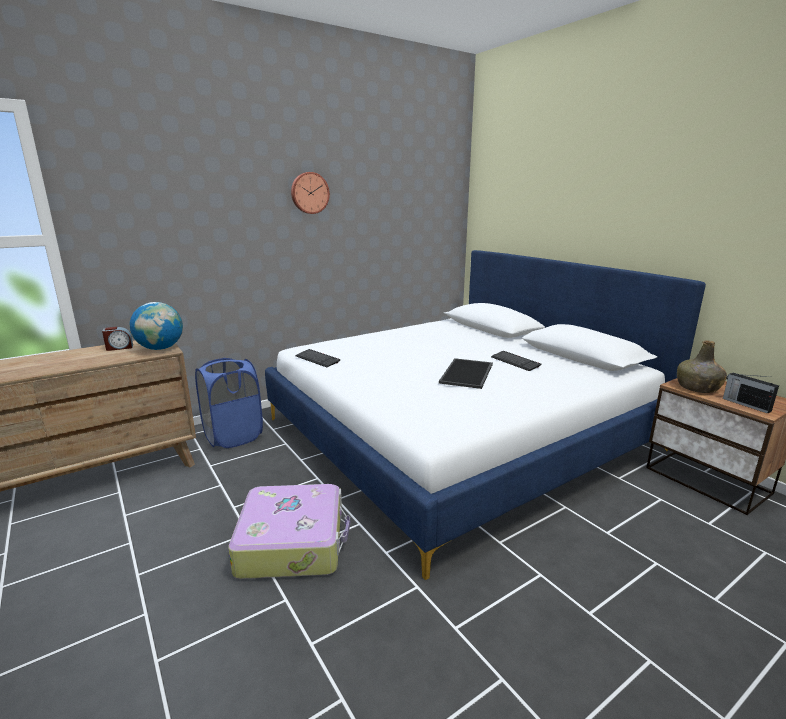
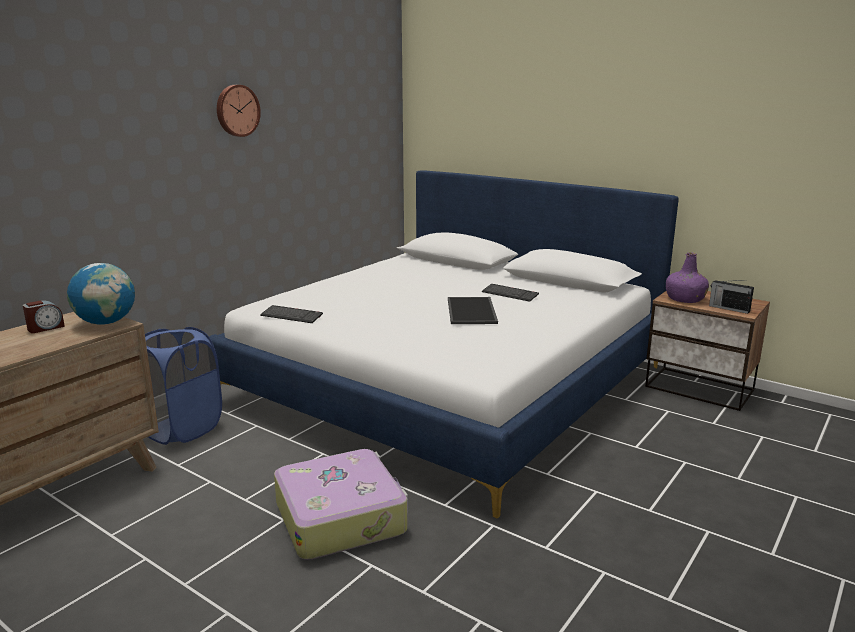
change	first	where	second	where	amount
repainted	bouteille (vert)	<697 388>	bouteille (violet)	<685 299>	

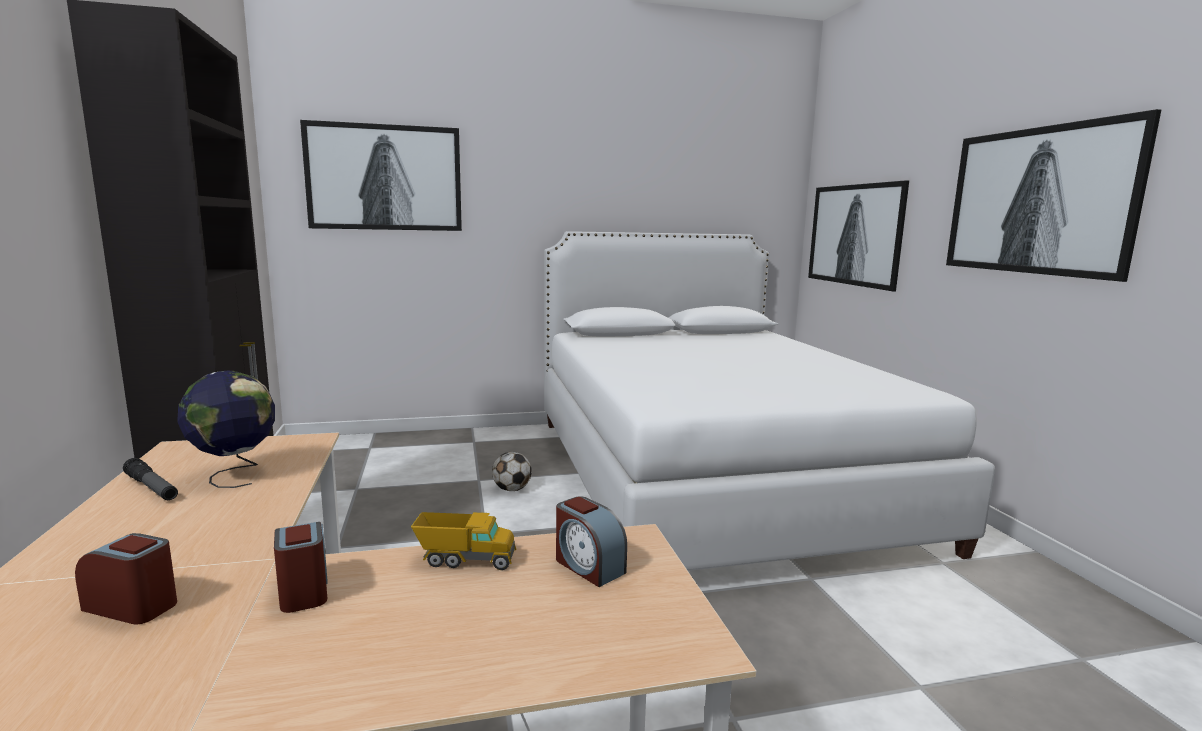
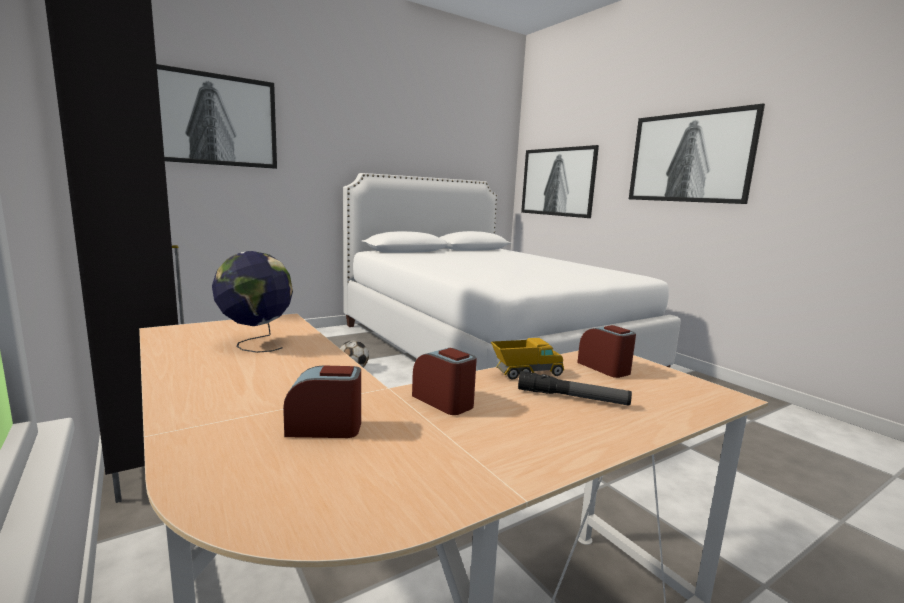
change	first	where	second	where	amount
shifted	lampe de poche	<152 488>		<572 397>	
rotated	réveil	<588 566>		<604 368>	150 degrees counterclockwise

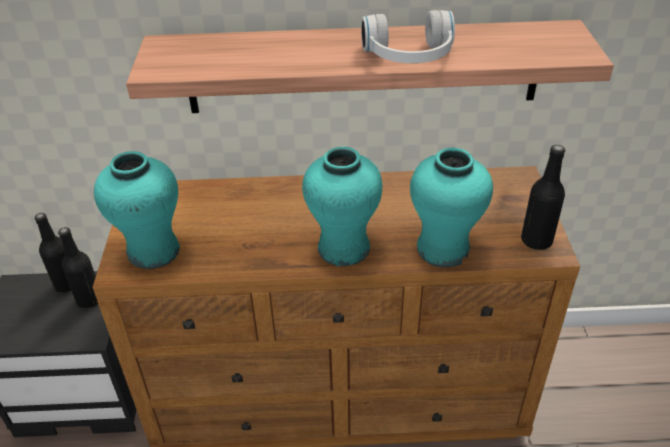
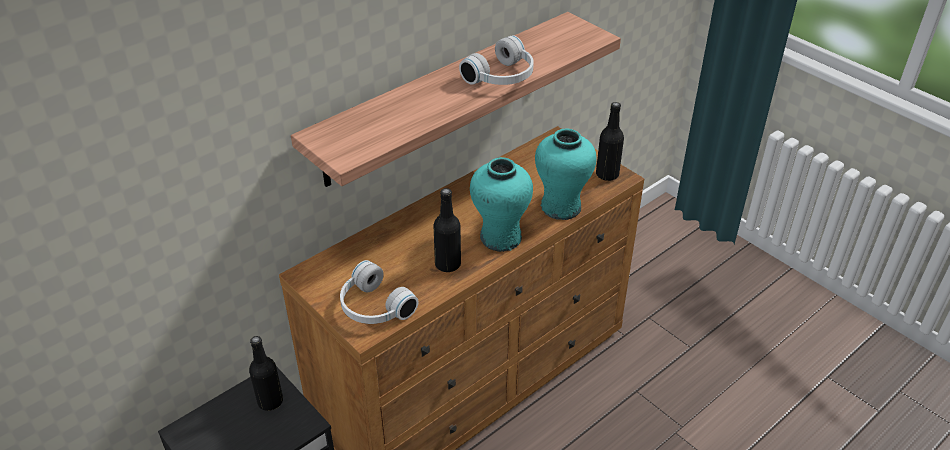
change	first	where	second	where	amount
swapped	vase (turquoise)	<153 251>	casque audio (blanc)	<373 308>	
shifted	bouteille (noir)	<67 285>		<448 264>	

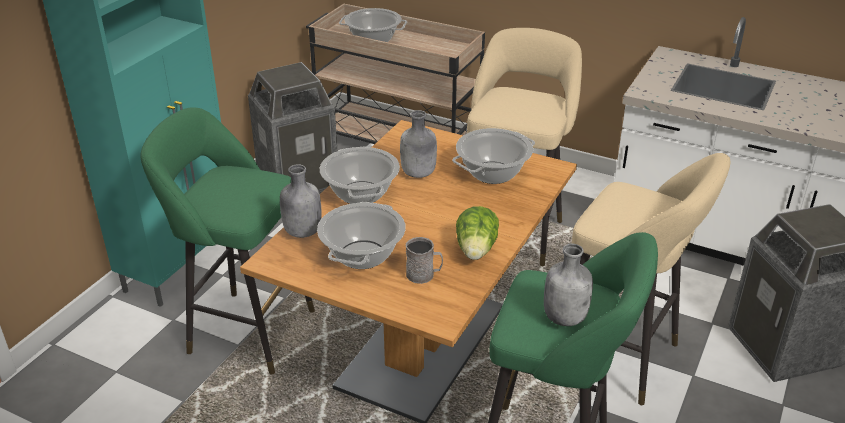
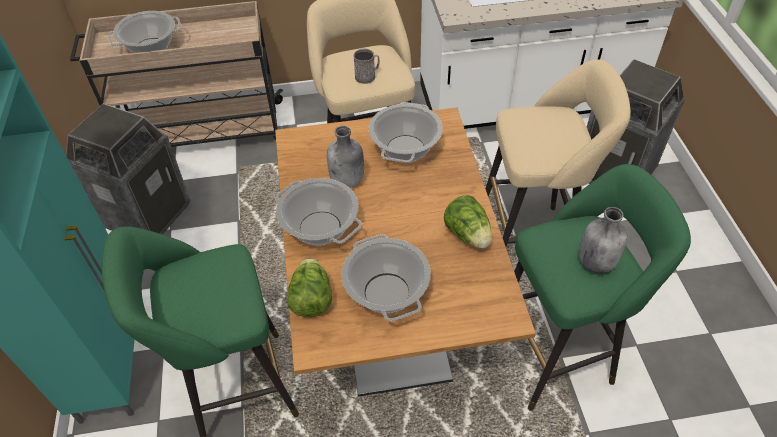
change	first	where	second	where	amount
swapped	bouteille (gris)	<302 232>	laitue	<311 299>	
shifted	mug (gris)	<424 275>		<367 76>	

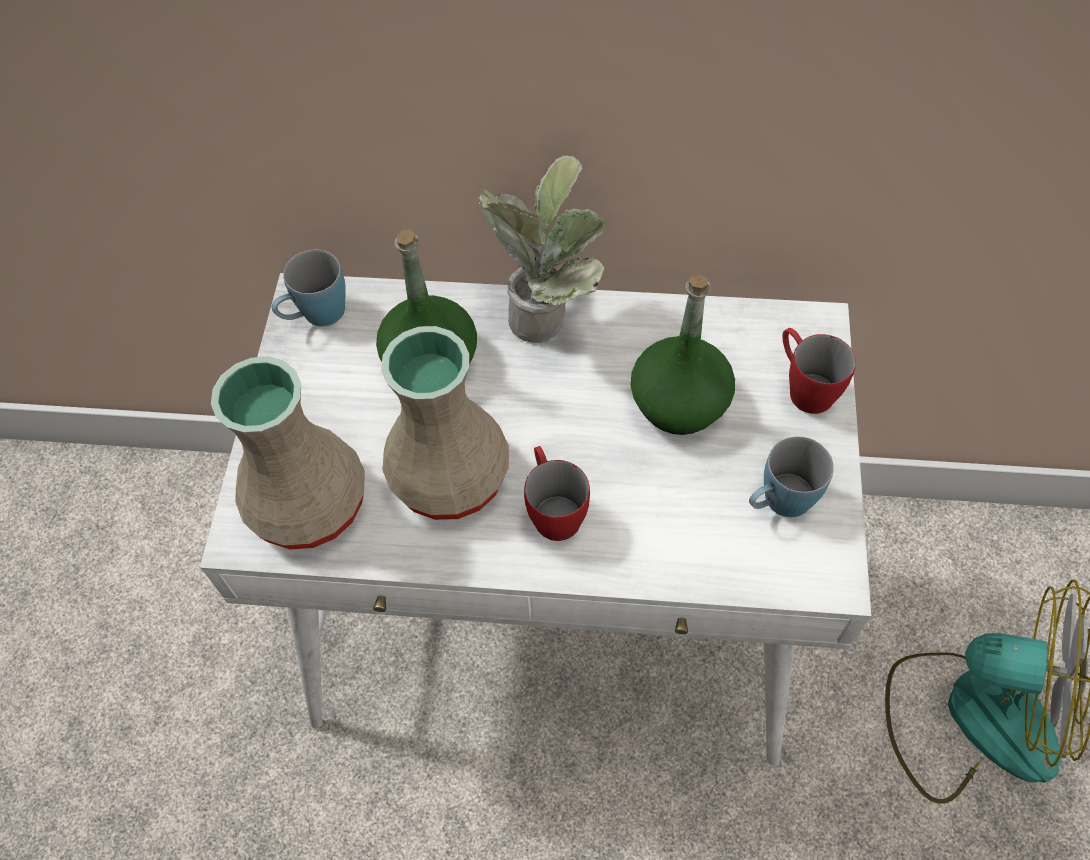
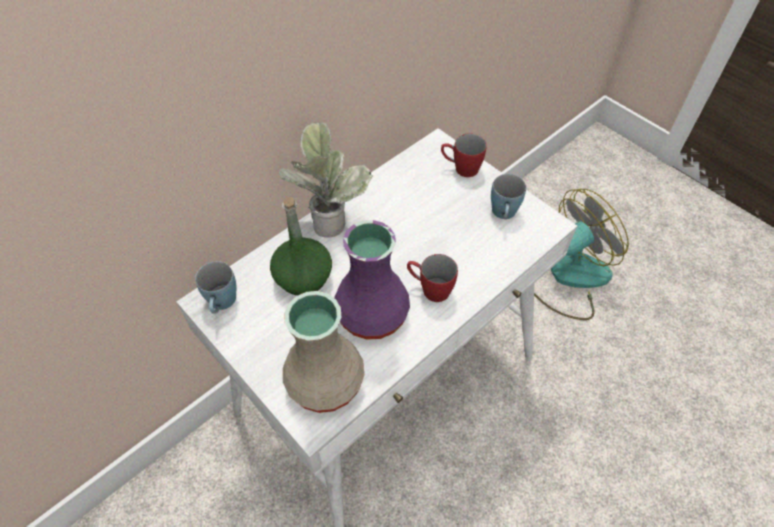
change	first	where	second	where	amount
repainted	vase (beige)	<448 478>	vase (violet)	<373 315>	
gone	bouteille (vert)	<679 402>			

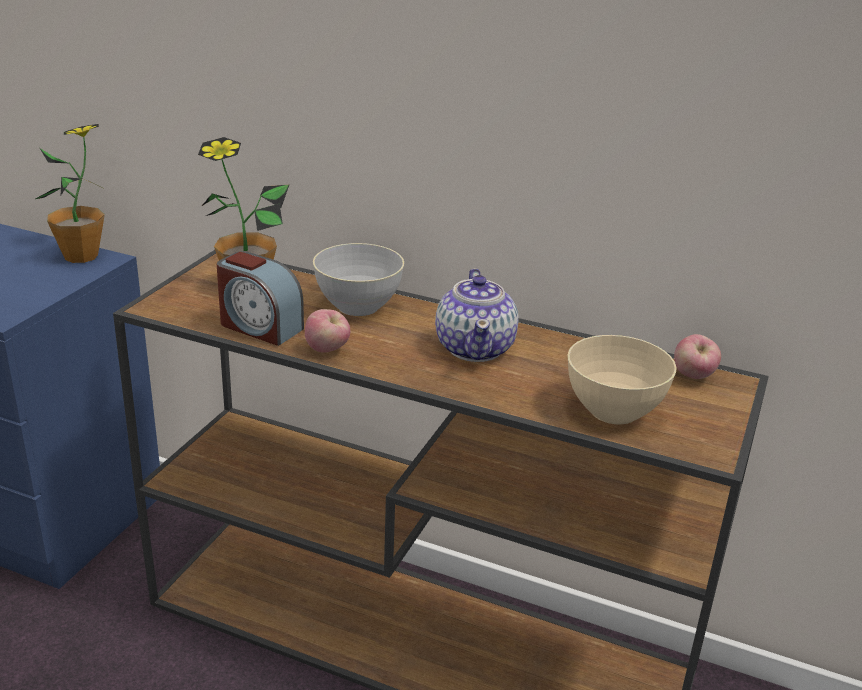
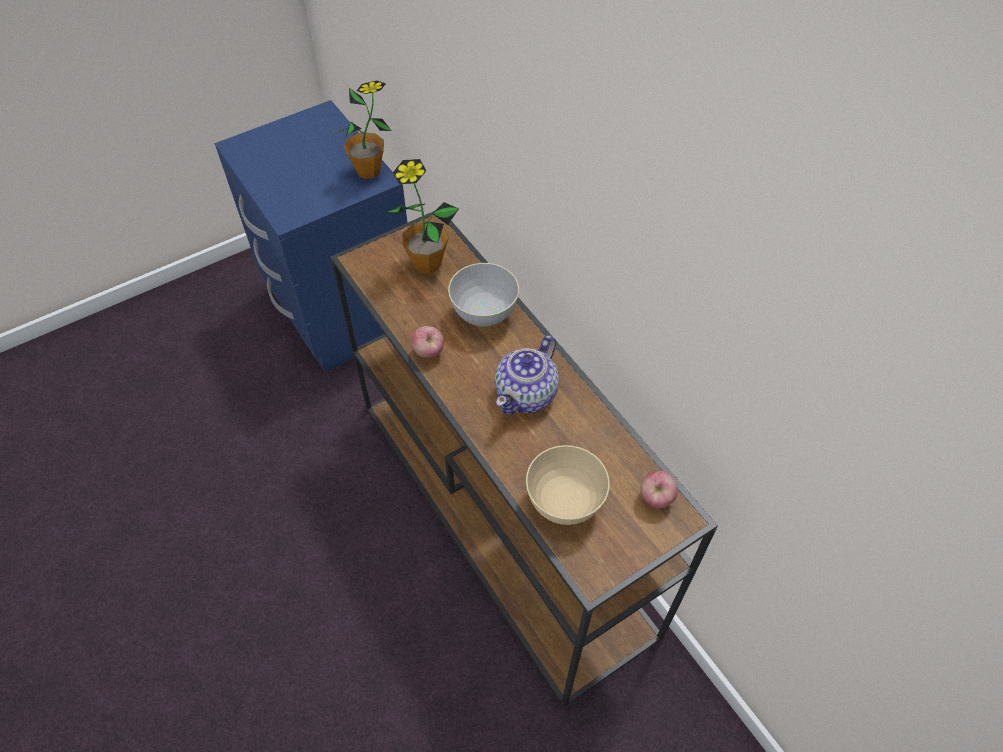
change	first	where	second	where	amount
gone	réveil	<259 327>			

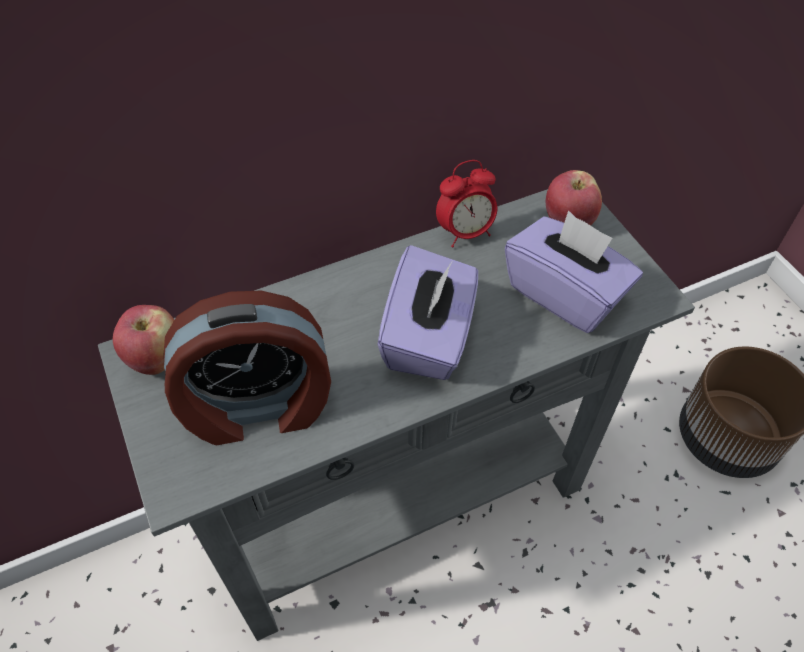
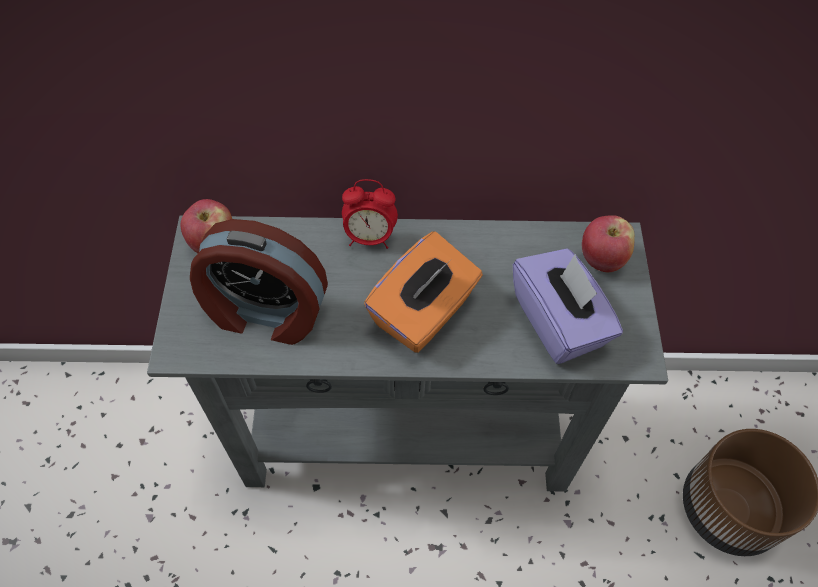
change	first	where	second	where	amount
shifted	réveil	<465 233>		<370 237>	
repainted	boîte à mouchoirs (violet)	<429 338>	boîte à mouchoirs (orange)	<424 312>	

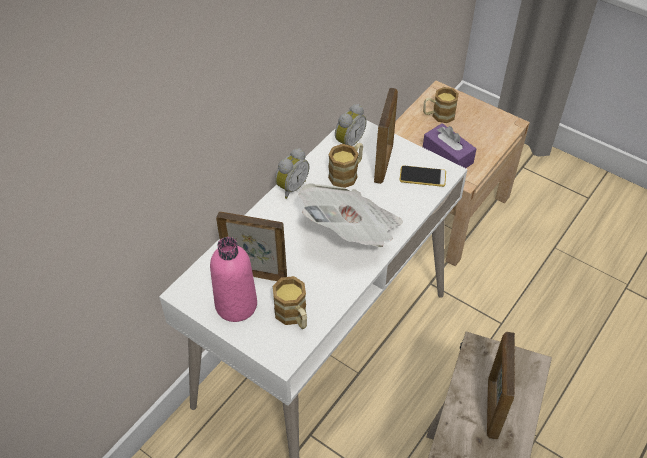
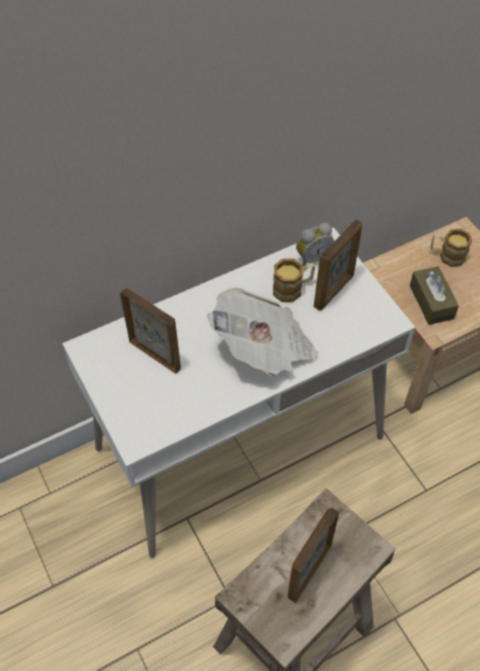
change	first	where	second	where	amount
repainted	boîte à mouchoirs (violet)	<447 156>	boîte à mouchoirs (marron)	<431 302>	
gone	bouteille (rose)	<236 305>			
gone	mug	<294 316>			
gone	réveil	<291 187>			
gone	téléphone	<422 176>			

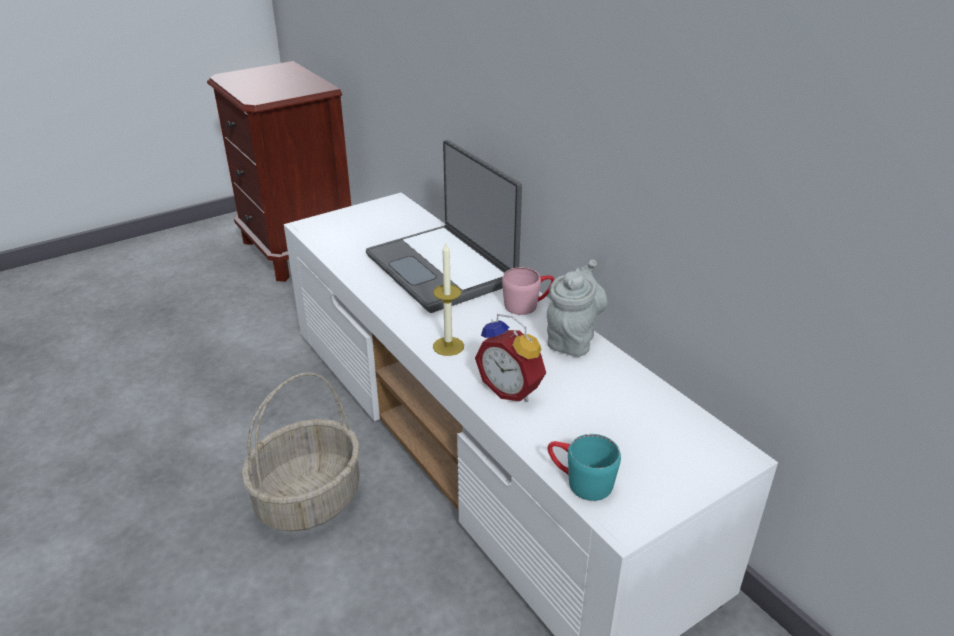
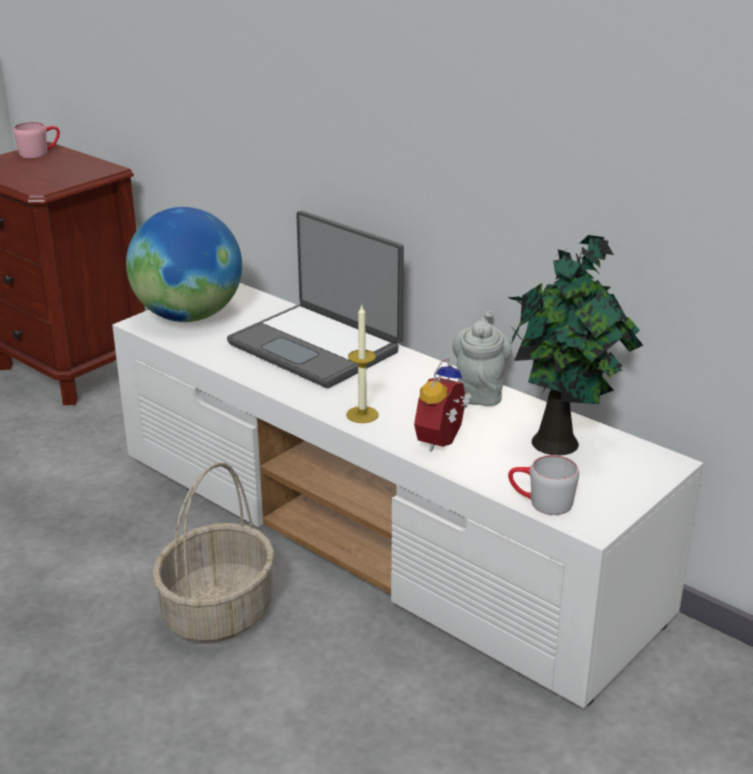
change	first	where	second	where	amount
shifted	mug (rose)	<528 304>		<40 153>	
new			globe	<188 316>	
rotated	réveil	<512 389>		<444 441>	90 degrees clockwise
new			plante en pot	<559 443>	
repainted	mug (turquoise)	<579 481>	mug (gris)	<541 502>	

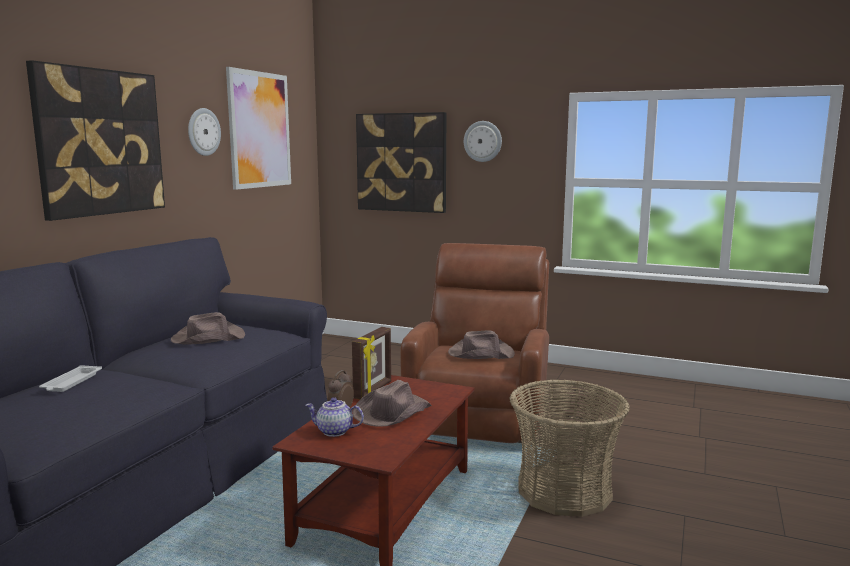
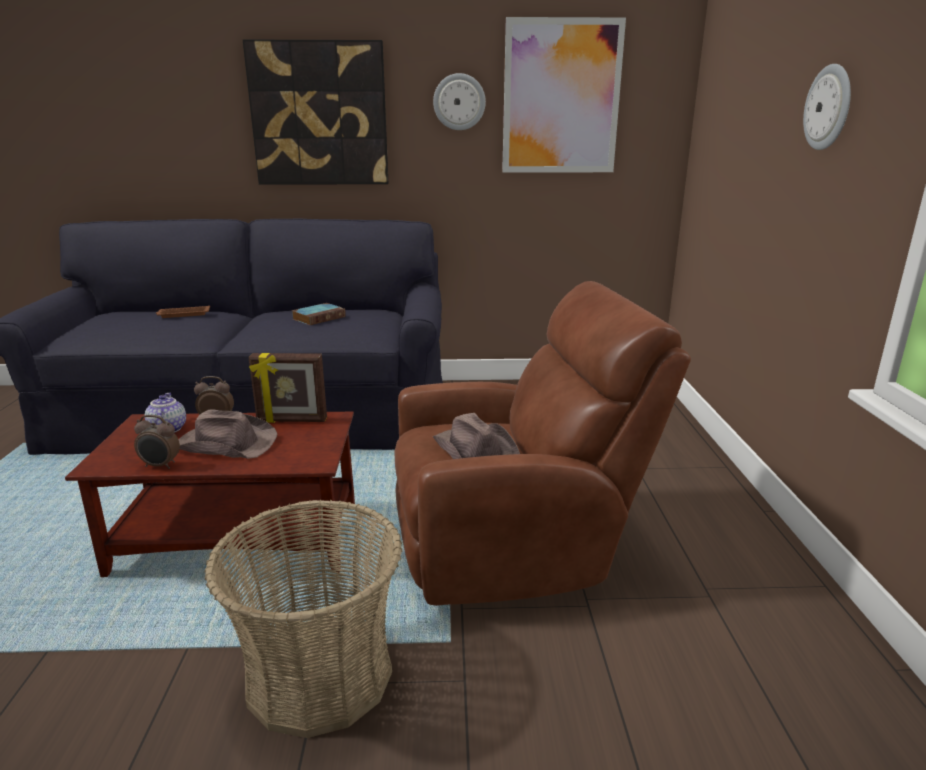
change	first	where	second	where	amount
new			réveil	<160 466>	
repainted	plateau (blanc)	<71 382>	plateau (marron)	<183 315>	
swapped	chapeau (marron)	<207 338>	livre	<319 317>	
gone	tableau	<401 162>			

